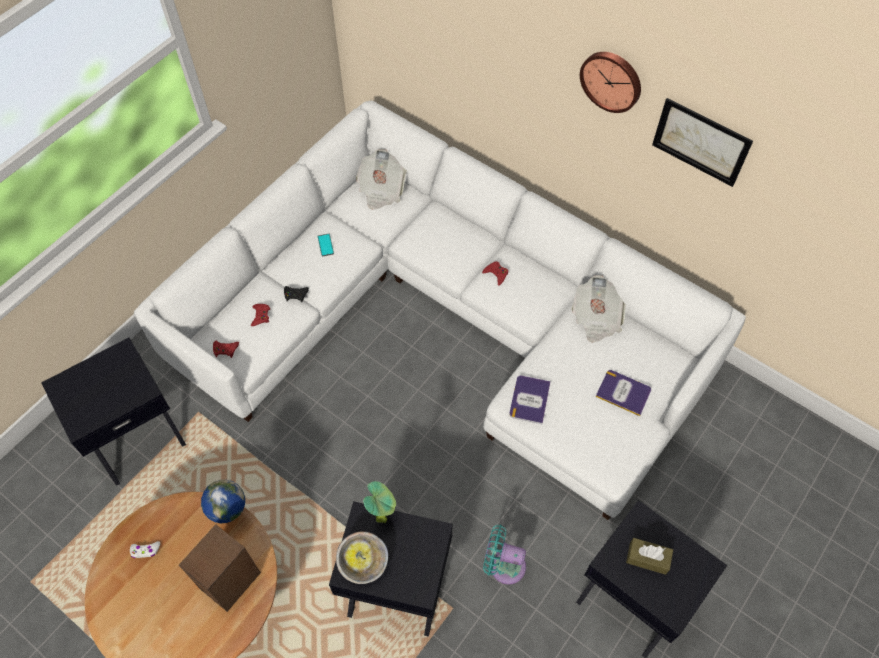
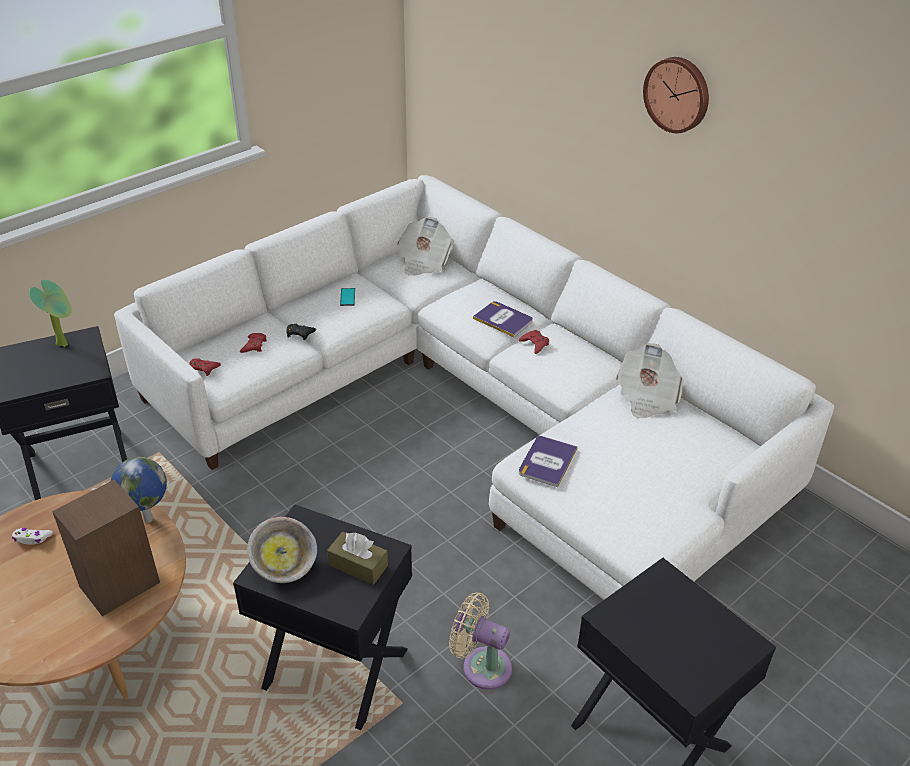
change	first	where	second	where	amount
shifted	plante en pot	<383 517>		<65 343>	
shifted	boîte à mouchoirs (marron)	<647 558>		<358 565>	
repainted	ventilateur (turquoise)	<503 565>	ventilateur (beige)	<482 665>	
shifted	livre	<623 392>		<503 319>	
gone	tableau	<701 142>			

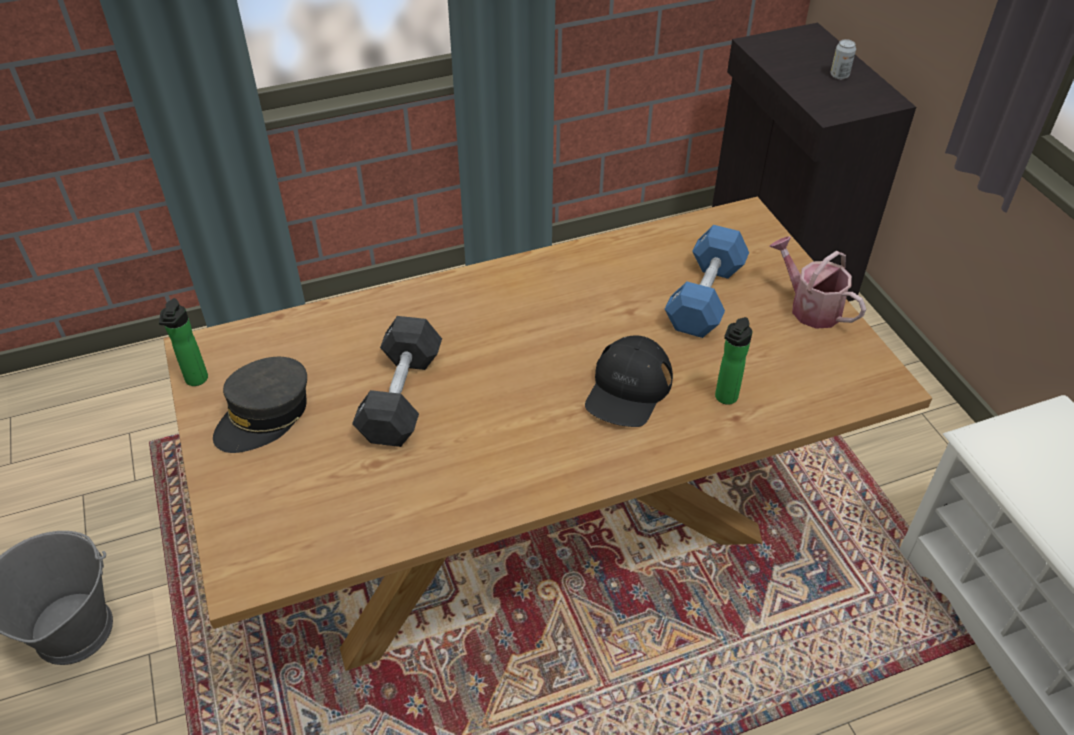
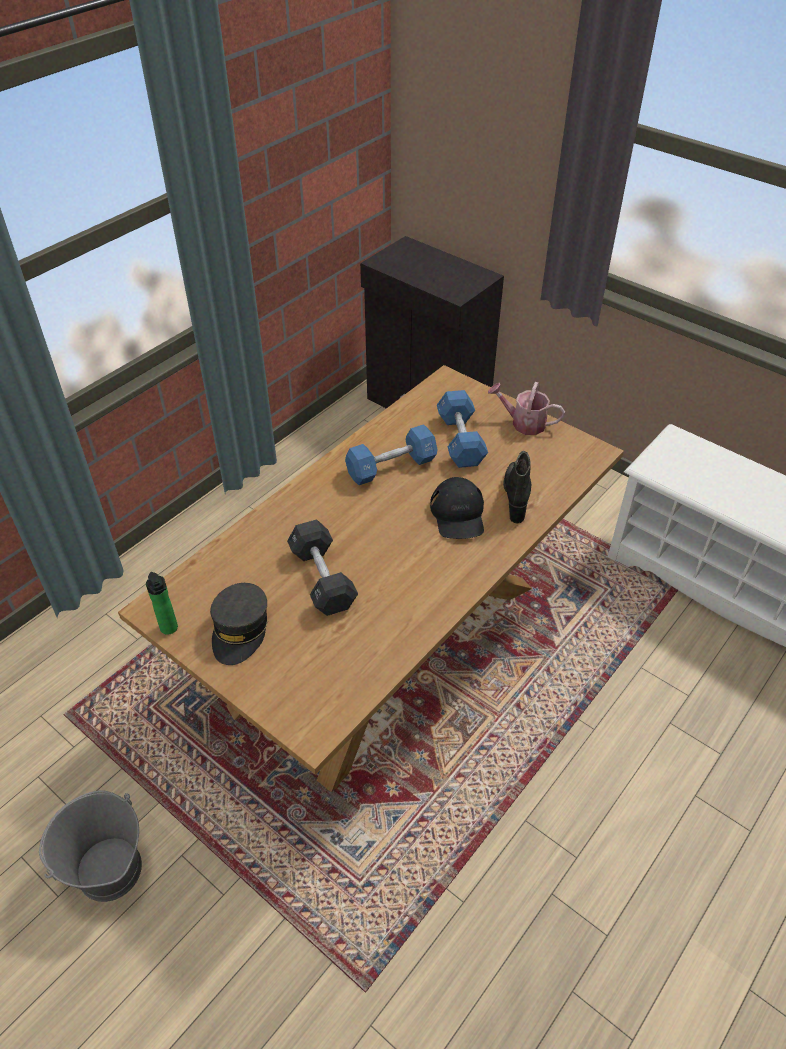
change	first	where	second	where	amount
new			haltère (bleu)	<391 467>	
swapped	bouteille	<724 399>	botte (noir)	<516 497>	
gone	boîte métallique	<839 75>			

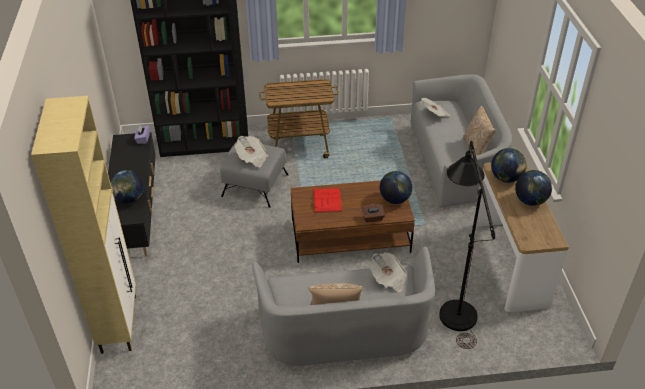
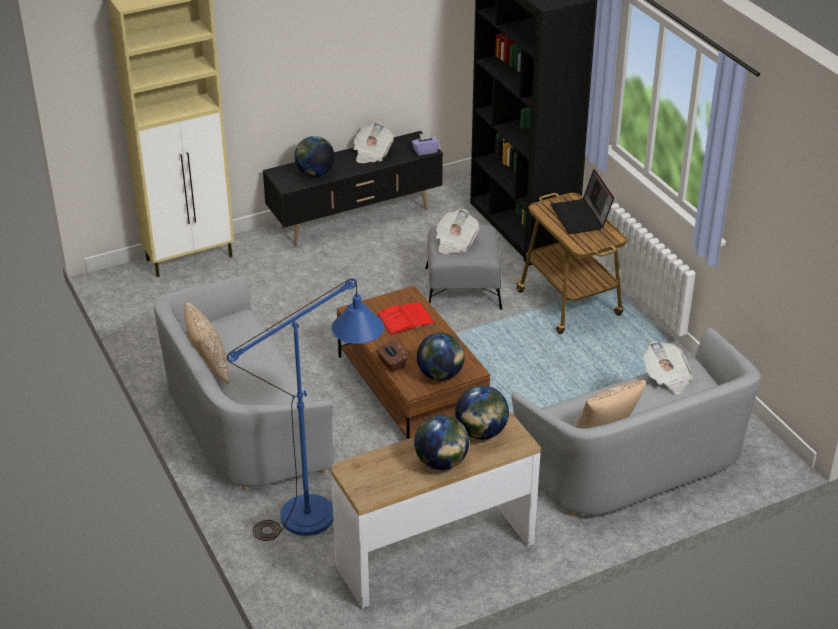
change	first	where	second	where	amount
repainted	lampadaire (noir)	<455 307>	lampadaire (bleu)	<322 511>	
shifted	journal	<388 279>		<371 154>	
new			ordinateur portable	<581 217>	

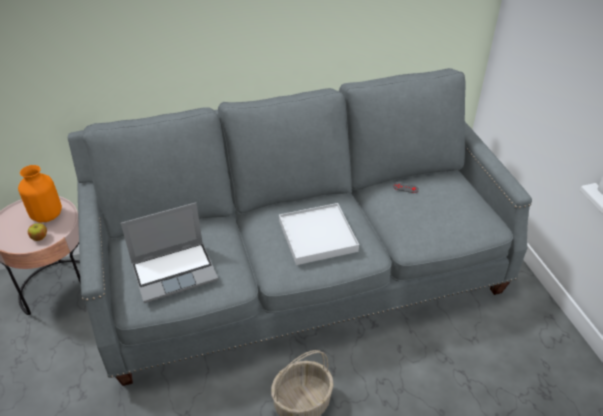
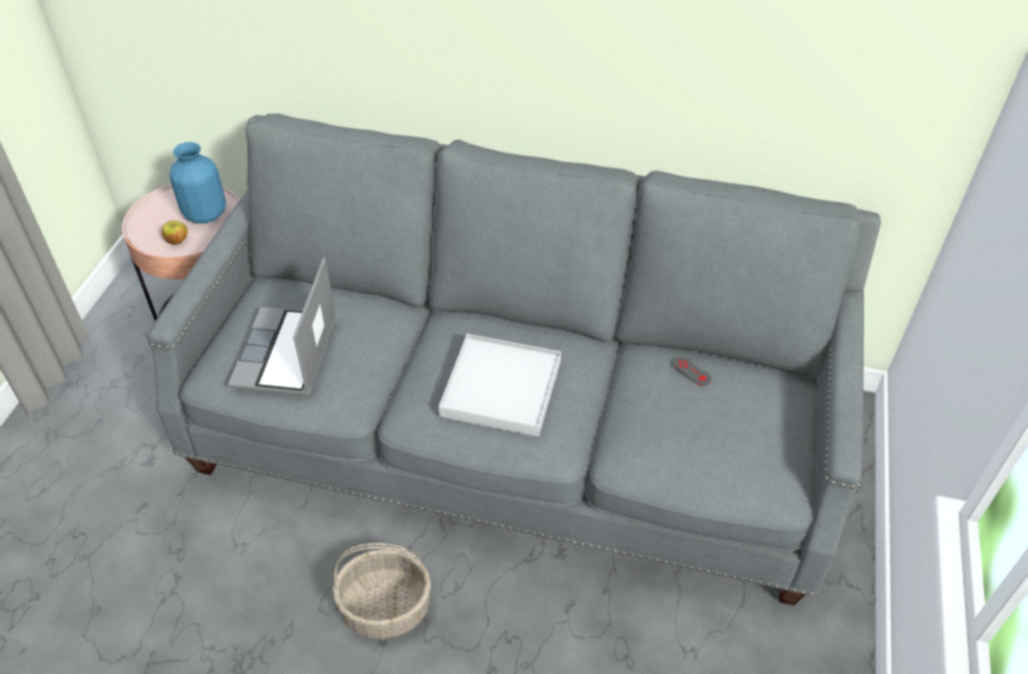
change	first	where	second	where	amount
repainted	vase (orange)	<46 215>	vase (bleu)	<205 214>	
rotated	ordinateur portable	<175 271>		<287 355>	90 degrees clockwise

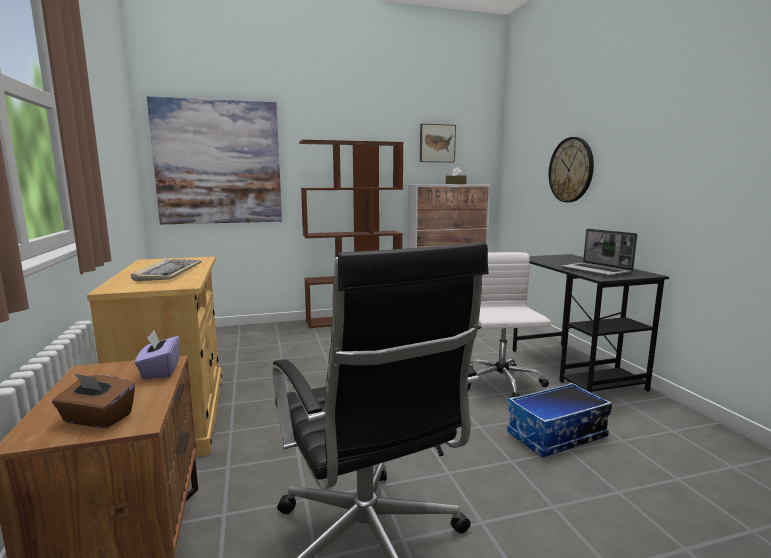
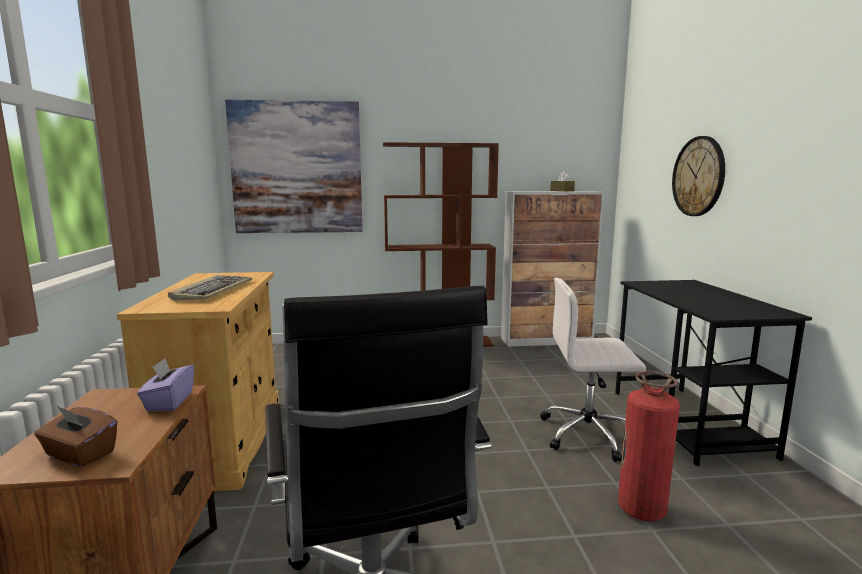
change	first	where	second	where	amount
rotated	chaise de bureau (blanc)	<501 384>		<589 434>	90 degrees counterclockwise
swapped	boîte de rangement	<557 436>	extincteur	<641 509>	
gone	tableau	<436 143>			
gone	ordinateur portable	<597 271>			

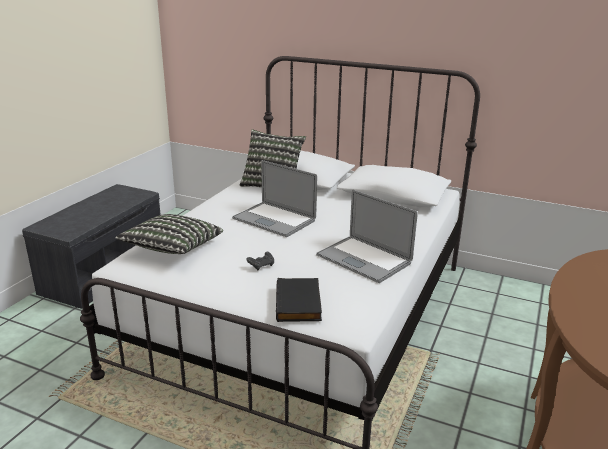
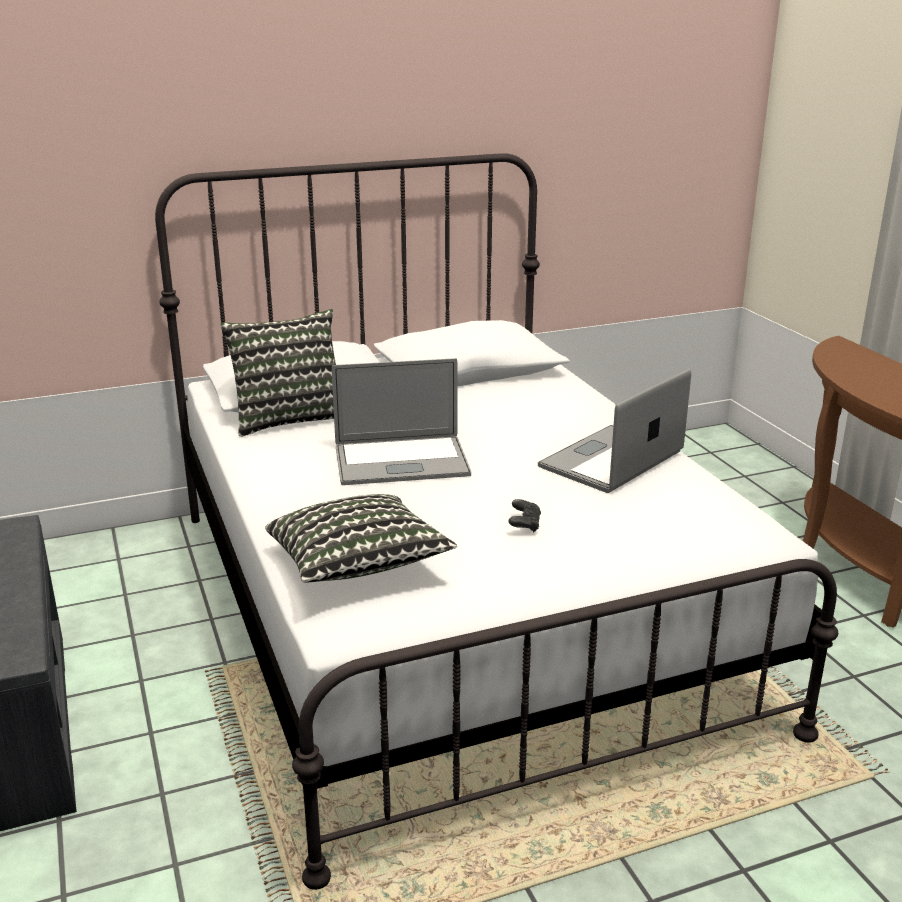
change	first	where	second	where	amount
rotated	ordinateur portable	<364 259>		<611 460>	135 degrees clockwise
gone	livre (noir)	<300 303>			

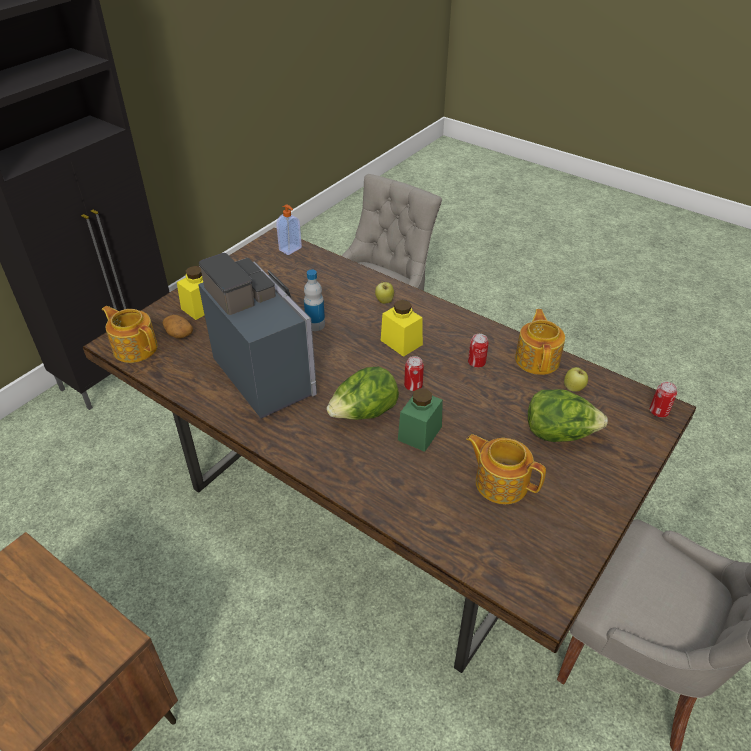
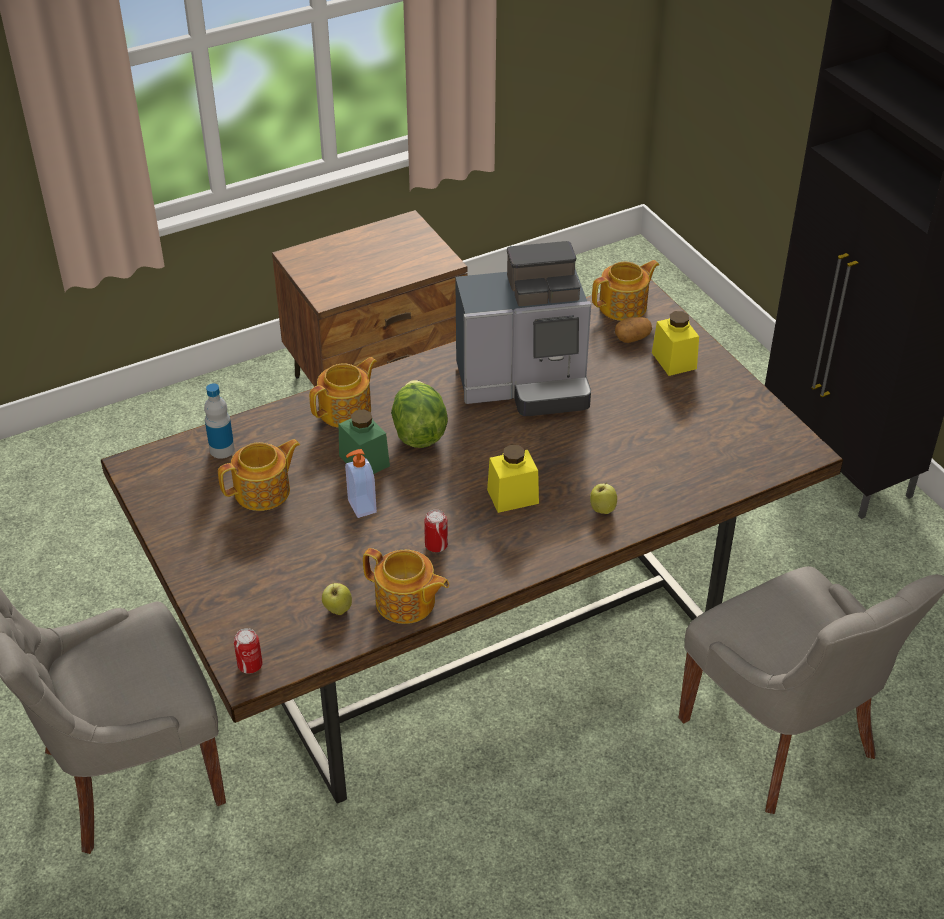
change	first	where	second	where	amount
shifted	bouteille	<315 325>		<222 450>	
new			théière	<346 410>	
shifted	distributeur de savon	<291 249>		<361 507>	
gone	boîte métallique	<413 386>			
gone	laitue	<559 433>			

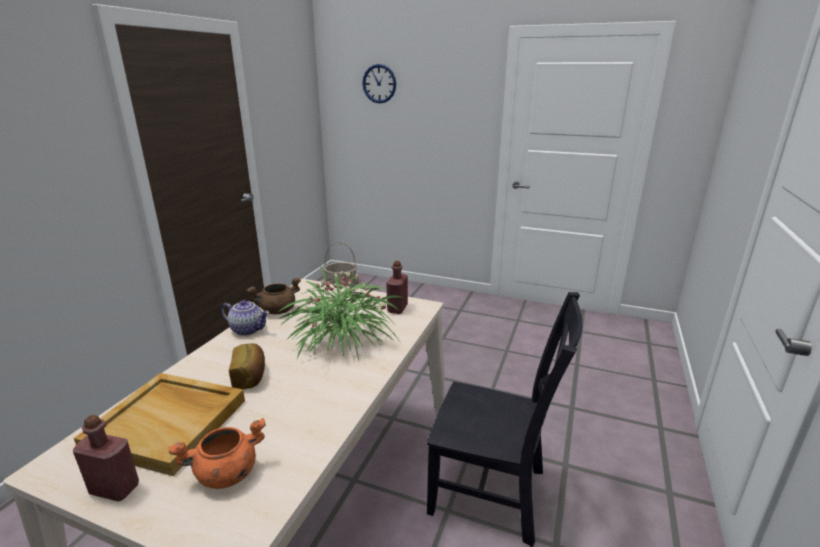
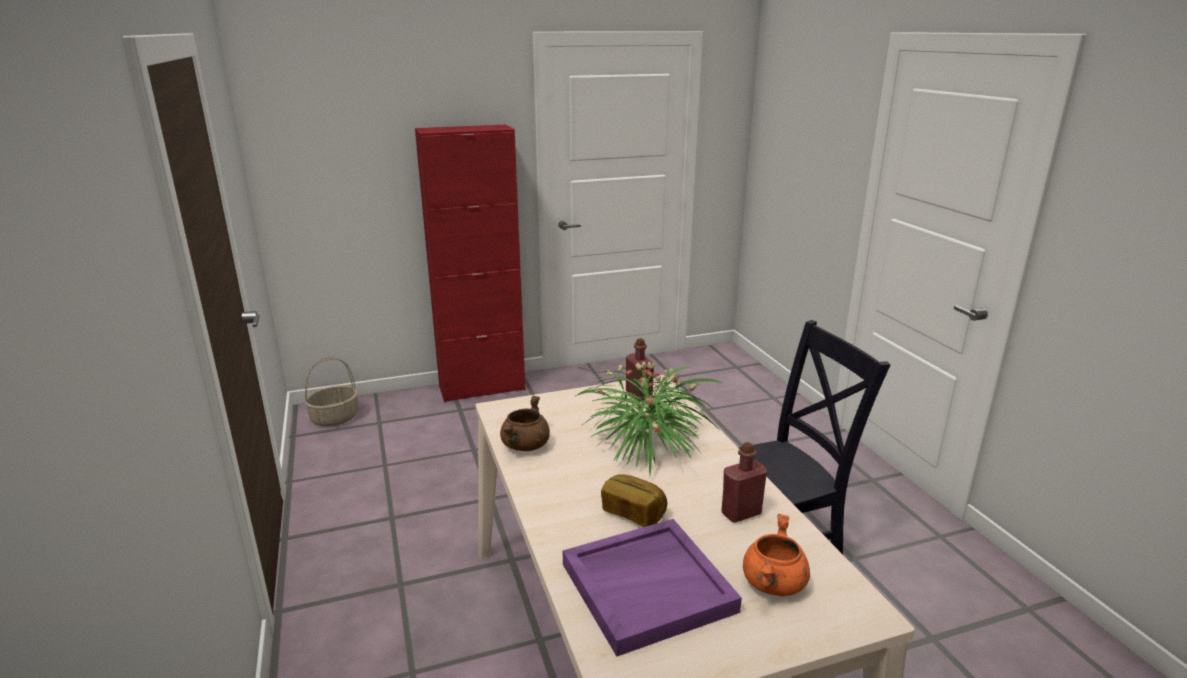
change	first	where	second	where	amount
new			meuble de rangement (rouge)	<482 388>	
repainted	plateau (beige)	<169 423>	plateau (violet)	<648 586>	
shifted	bouteille (rouge)	<115 489>		<741 513>	
gone	théière	<248 329>			
gone	horloge murale	<379 83>			

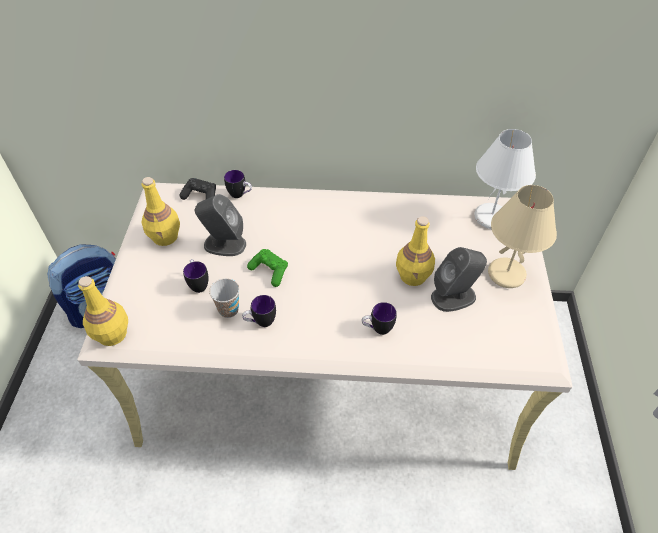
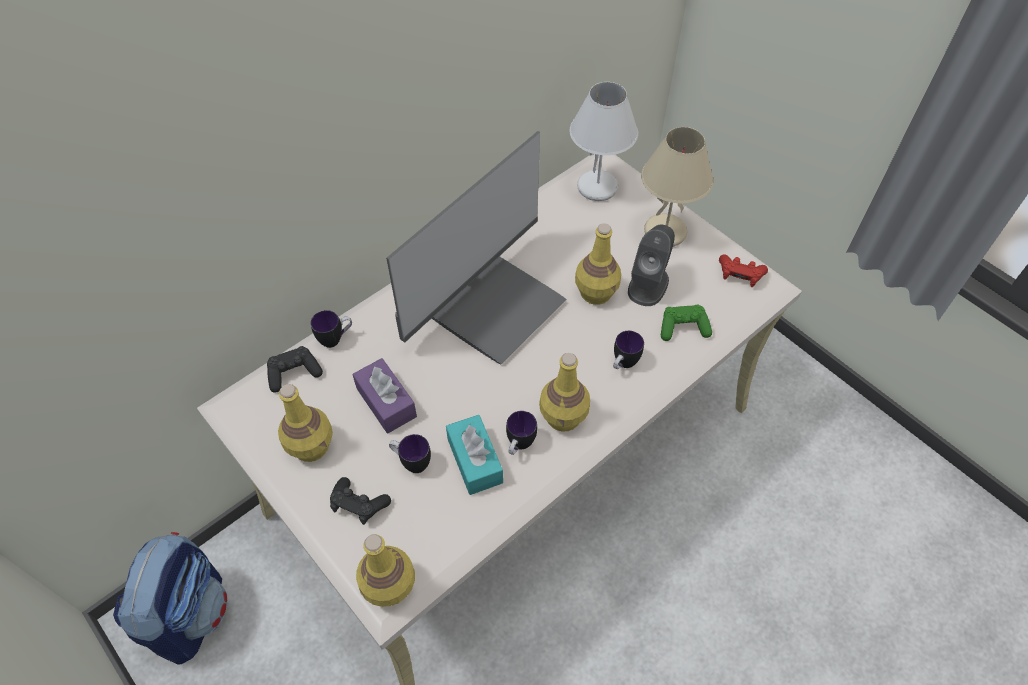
change	first	where	second	where	amount
new			manette (noir)	<359 505>	
swapped	enceinte (gris)	<224 244>	boîte à mouchoirs (violet)	<386 402>	
new			écran d'ordinateur	<491 305>	
swapped	tasse	<228 310>	boîte à mouchoirs (turquoise)	<475 461>	
new			bouteille (jaune)	<564 416>	
shifted	manette (vert)	<270 271>		<683 328>	
new			manette (rouge)	<739 275>	

